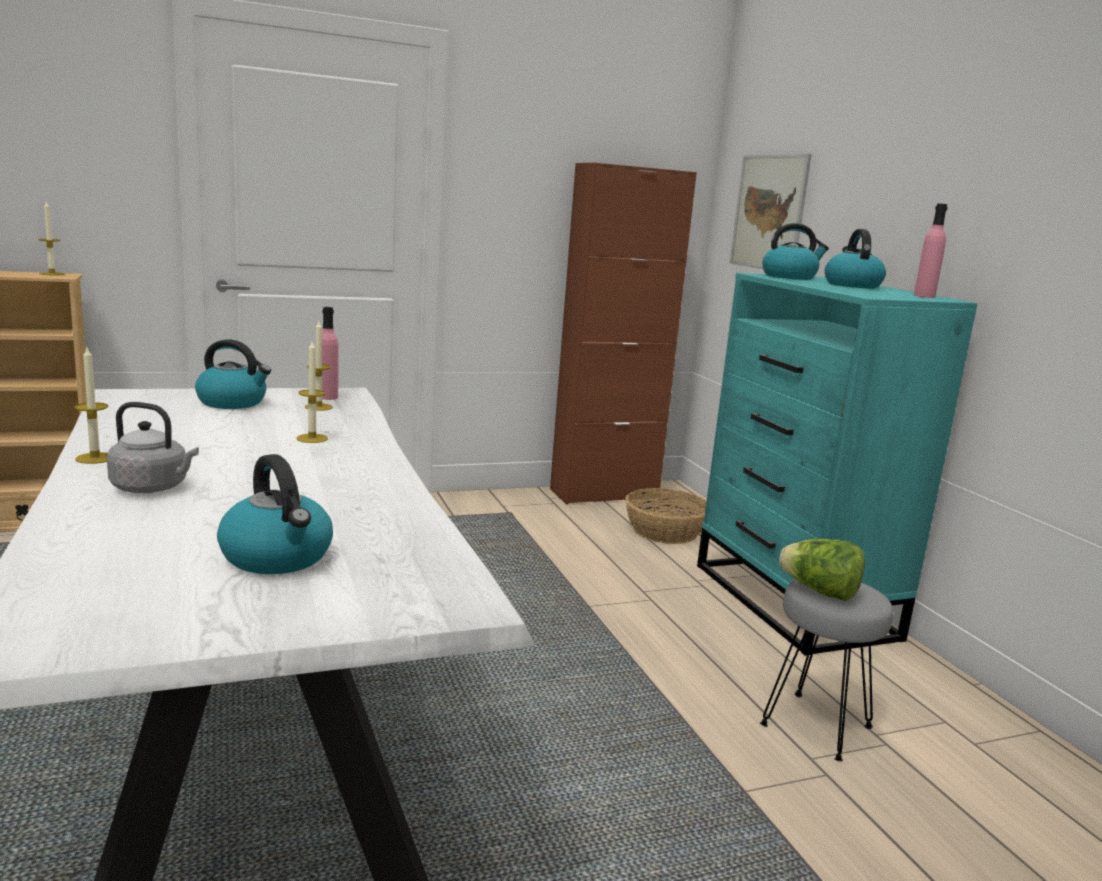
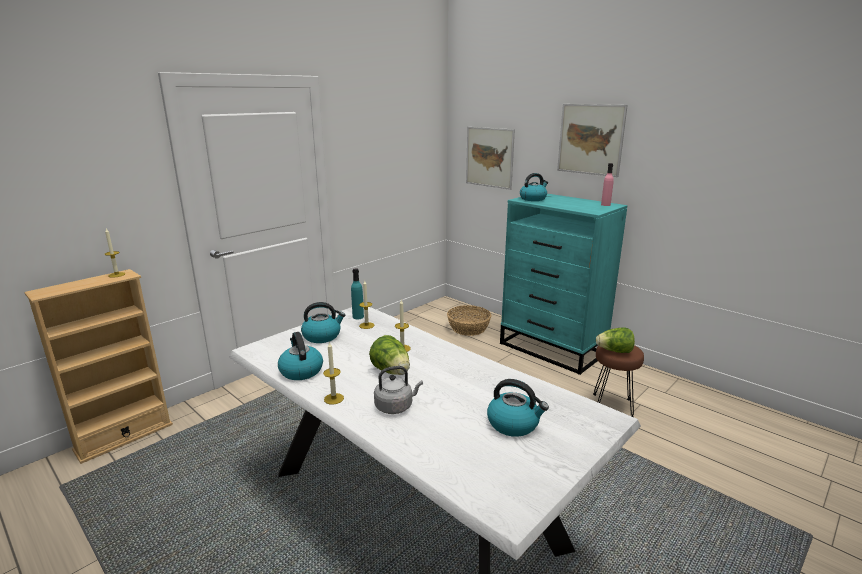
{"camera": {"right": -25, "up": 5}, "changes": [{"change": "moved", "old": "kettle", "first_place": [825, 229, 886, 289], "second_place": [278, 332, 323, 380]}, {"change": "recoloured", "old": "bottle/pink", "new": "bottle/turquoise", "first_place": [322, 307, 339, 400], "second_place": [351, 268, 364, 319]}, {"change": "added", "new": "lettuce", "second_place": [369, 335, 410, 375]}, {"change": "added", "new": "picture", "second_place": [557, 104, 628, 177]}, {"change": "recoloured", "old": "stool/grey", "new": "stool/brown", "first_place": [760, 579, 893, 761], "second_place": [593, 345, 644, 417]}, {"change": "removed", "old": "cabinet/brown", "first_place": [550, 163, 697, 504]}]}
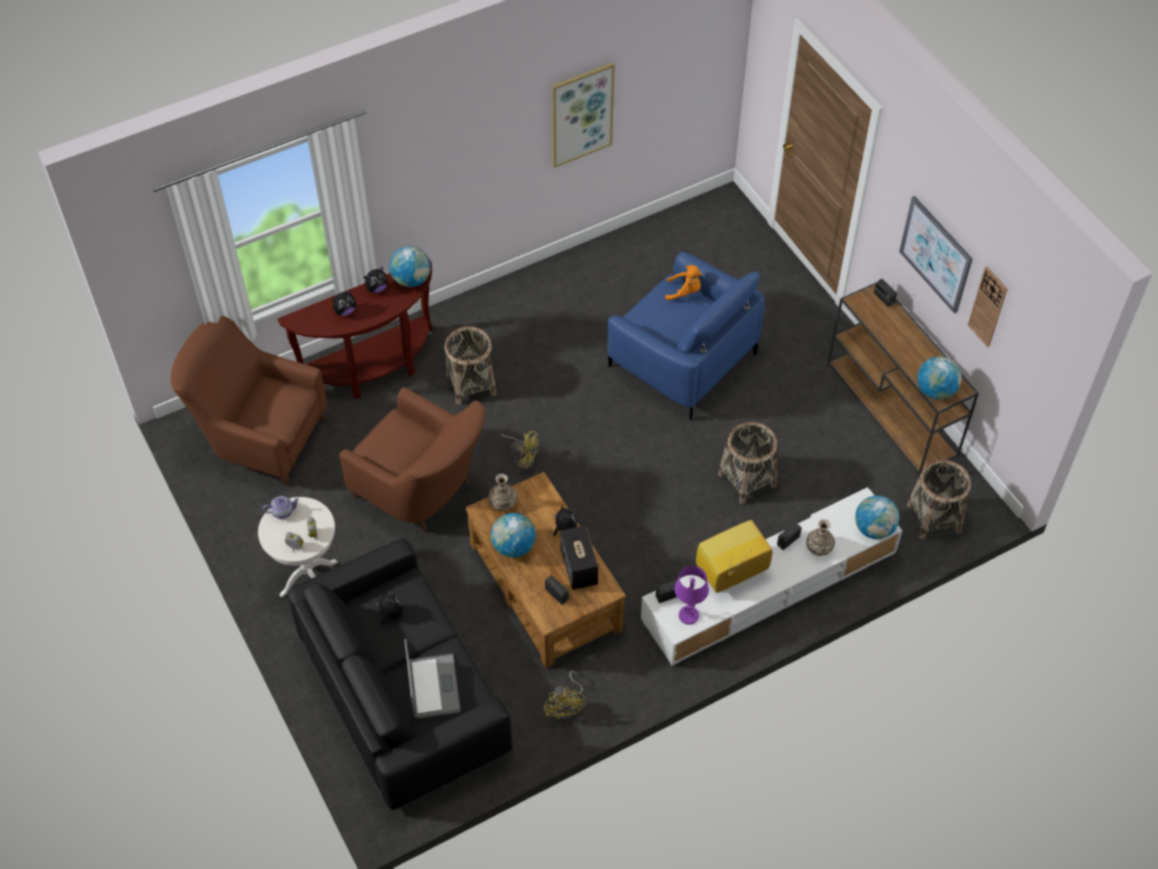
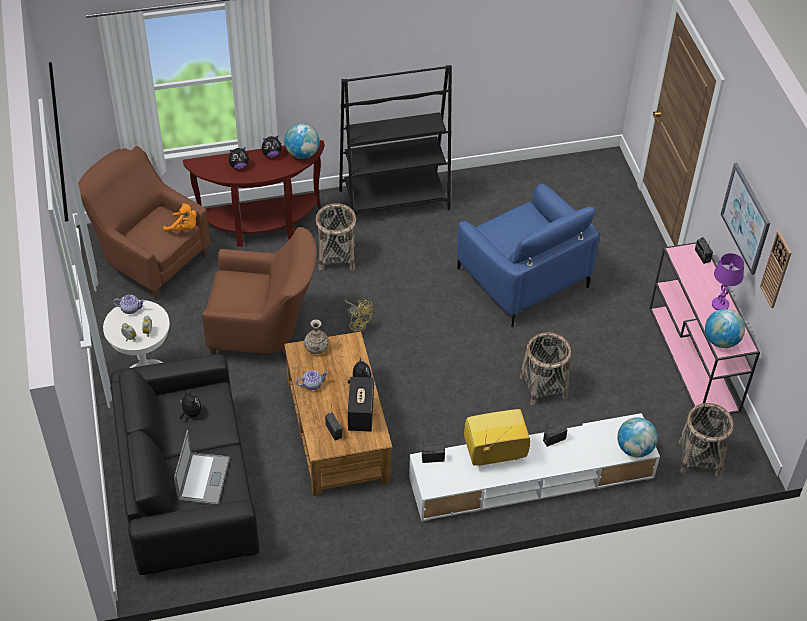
{"camera": {"right": 15, "up": -5}, "changes": [{"change": "moved", "old": "plush toy/orange", "first_place": [665, 265, 702, 301], "second_place": [163, 203, 197, 232]}, {"change": "turned", "old": "armchair/brown", "first_place": [339, 387, 485, 532], "second_place": [202, 227, 317, 358], "degrees": -45}, {"change": "replaced", "old": "globe", "new": "teapot", "first_place": [491, 513, 536, 558], "second_place": [296, 370, 328, 390]}, {"change": "added", "new": "bookcase/black", "second_place": [339, 65, 452, 215]}, {"change": "recoloured", "old": "console table/brown", "new": "console table/pink", "first_place": [828, 283, 979, 475], "second_place": [649, 242, 760, 414]}, {"change": "moved", "old": "table lamp/purple", "first_place": [675, 566, 709, 625], "second_place": [712, 253, 744, 310]}, {"change": "removed", "old": "fan/yellow", "first_place": [544, 671, 586, 721]}, {"change": "removed", "old": "picture", "first_place": [551, 62, 615, 168]}, {"change": "removed", "old": "vase", "first_place": [806, 519, 835, 556]}]}
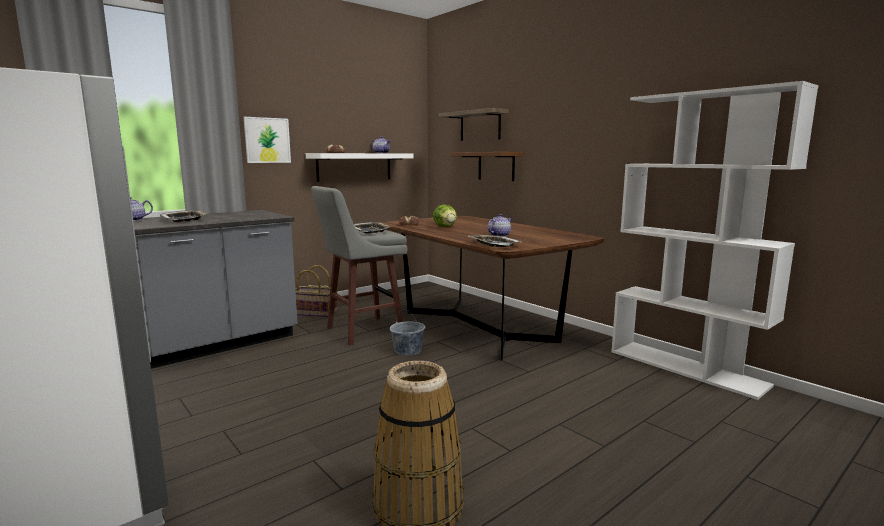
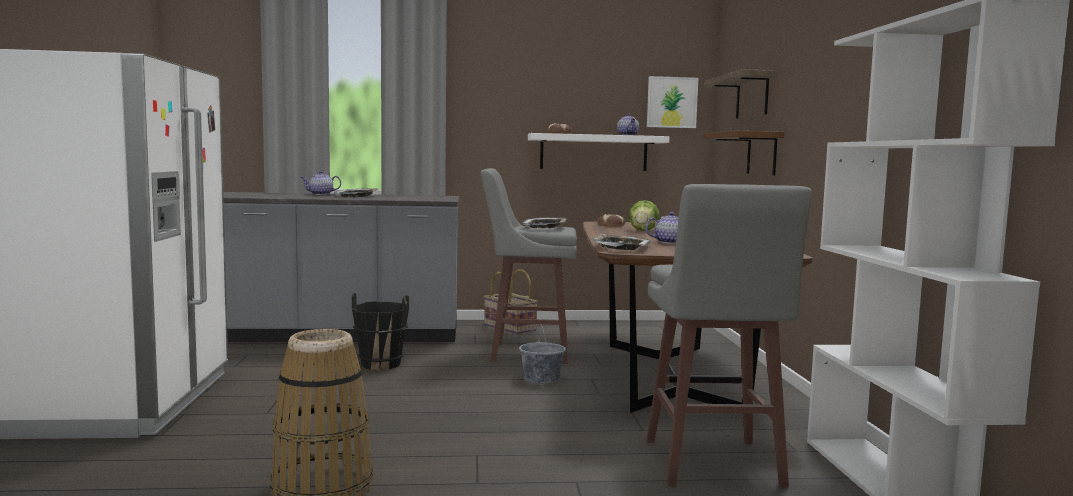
{"camera": {"right": 35, "up": -5}, "changes": [{"change": "added", "new": "bucket/black", "second_place": [352, 293, 409, 370]}, {"change": "moved", "old": "picture", "first_place": [244, 117, 291, 163], "second_place": [647, 76, 698, 128]}, {"change": "added", "new": "stool/grey", "second_place": [647, 184, 812, 487]}]}
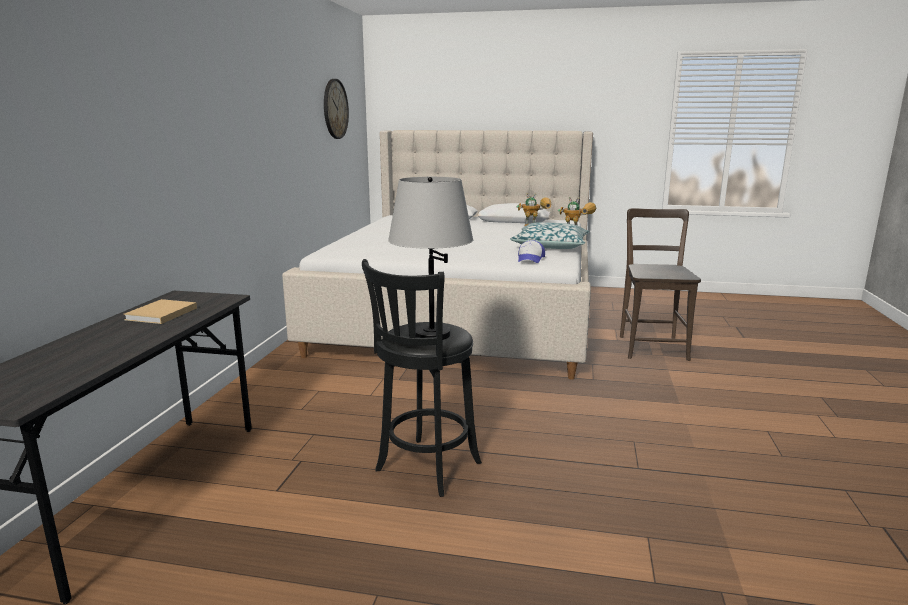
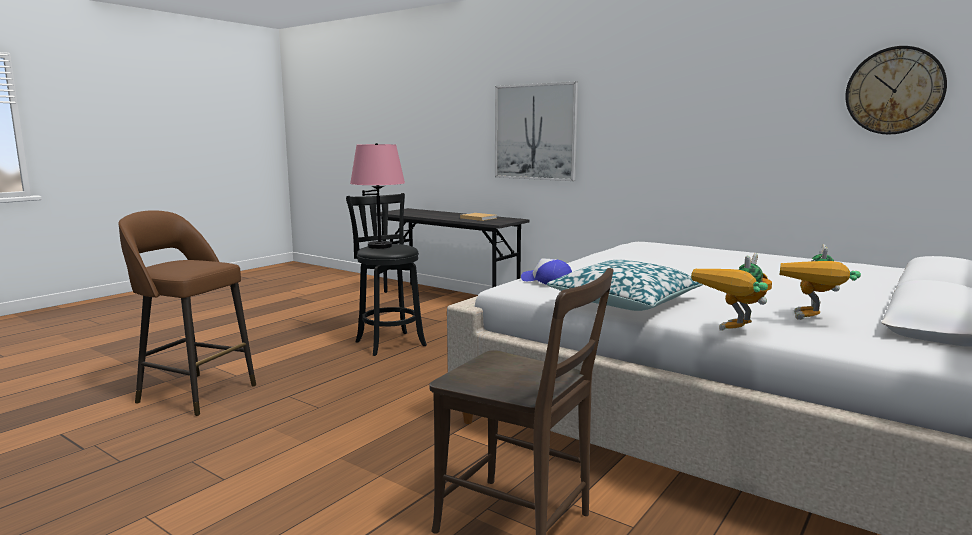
{"camera": {"right": 115, "up": -5}, "changes": [{"change": "added", "new": "stool/brown", "second_place": [118, 210, 256, 416]}, {"change": "recoloured", "old": "table lamp/grey", "new": "table lamp/pink", "first_place": [388, 177, 473, 340], "second_place": [350, 143, 405, 249]}, {"change": "added", "new": "picture", "second_place": [495, 82, 578, 181]}]}
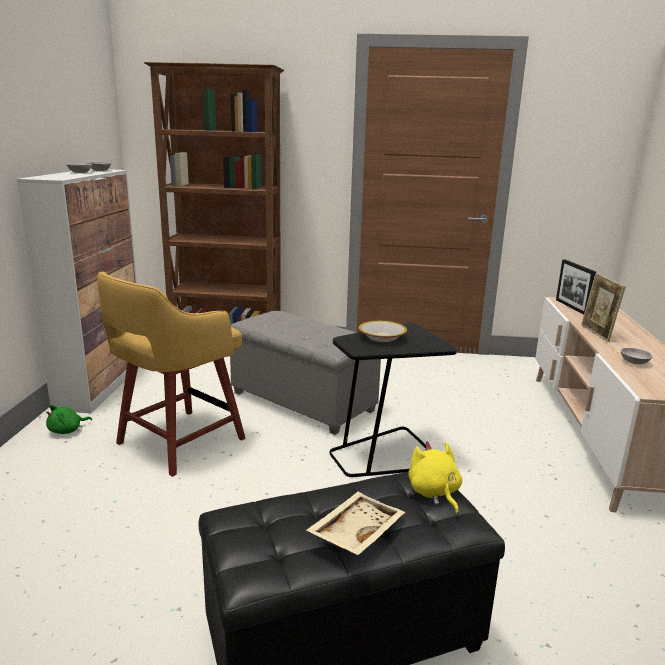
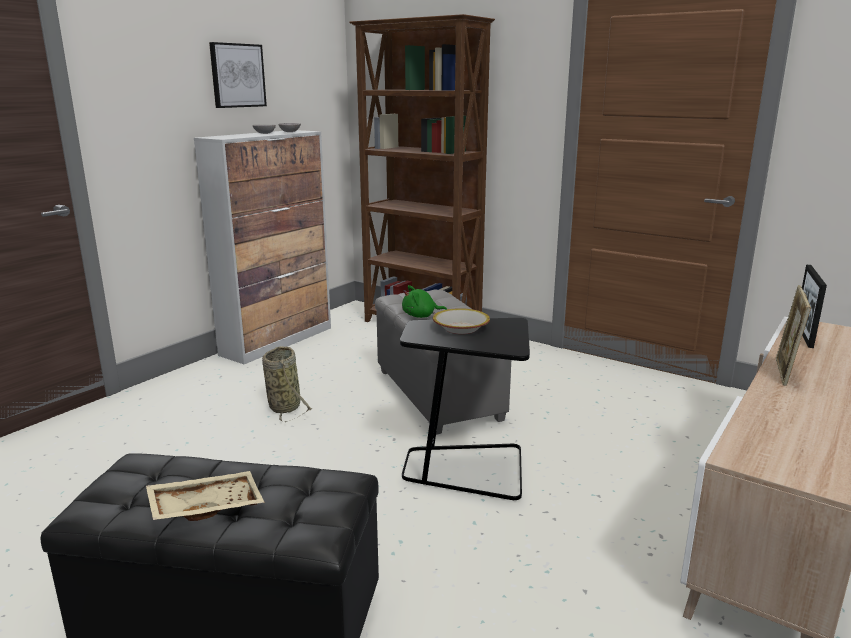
{"camera": {"right": 30, "up": 0}, "changes": [{"change": "added", "new": "picture", "second_place": [209, 42, 267, 108]}, {"change": "replaced", "old": "stool/yellow", "new": "basket", "first_place": [97, 272, 246, 477], "second_place": [262, 346, 312, 422]}, {"change": "moved", "old": "plush toy/green", "first_place": [46, 405, 92, 434], "second_place": [402, 285, 447, 318]}, {"change": "removed", "old": "plush toy/yellow", "first_place": [408, 441, 462, 514]}, {"change": "removed", "old": "bowl/grey", "first_place": [621, 348, 653, 364]}]}
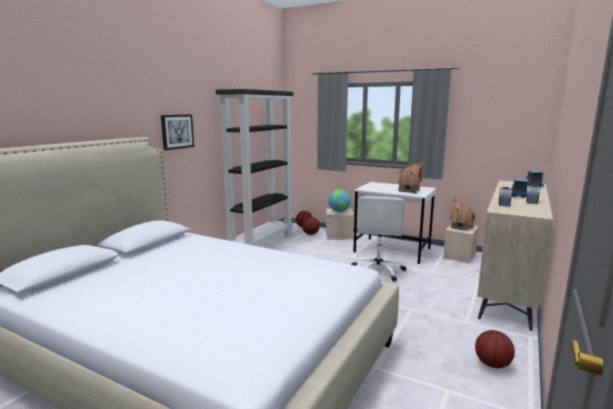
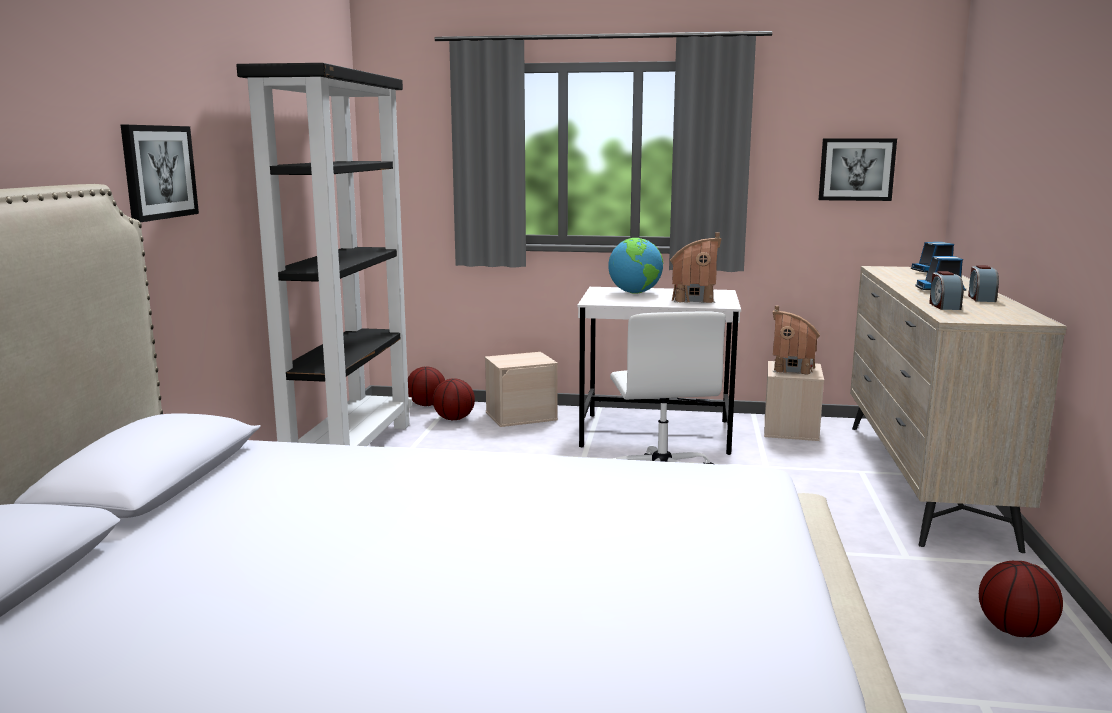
{"camera": {"right": -20, "up": 0}, "changes": [{"change": "moved", "old": "globe", "first_place": [328, 189, 351, 212], "second_place": [608, 238, 663, 294]}, {"change": "added", "new": "picture", "second_place": [819, 138, 897, 201]}]}
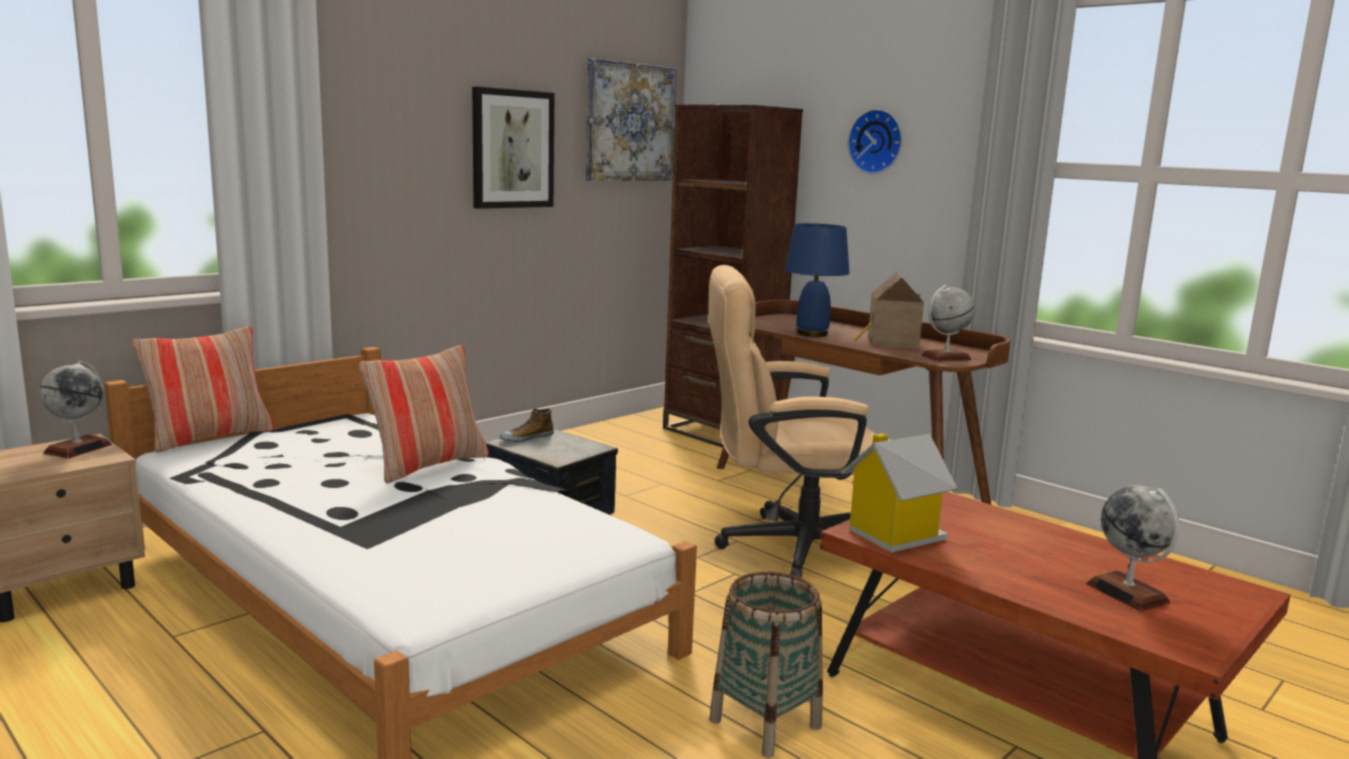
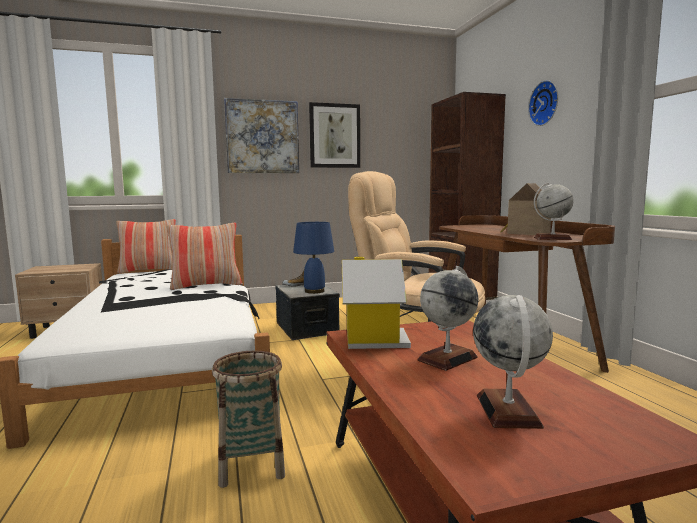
{"camera": {"right": 30, "up": -5}, "changes": [{"change": "moved", "old": "picture", "first_place": [586, 58, 676, 181], "second_place": [224, 98, 299, 173]}, {"change": "moved", "old": "table lamp/blue", "first_place": [785, 223, 850, 337], "second_place": [293, 222, 334, 294]}, {"change": "moved", "old": "globe", "first_place": [39, 360, 112, 458], "second_place": [418, 266, 478, 371]}]}
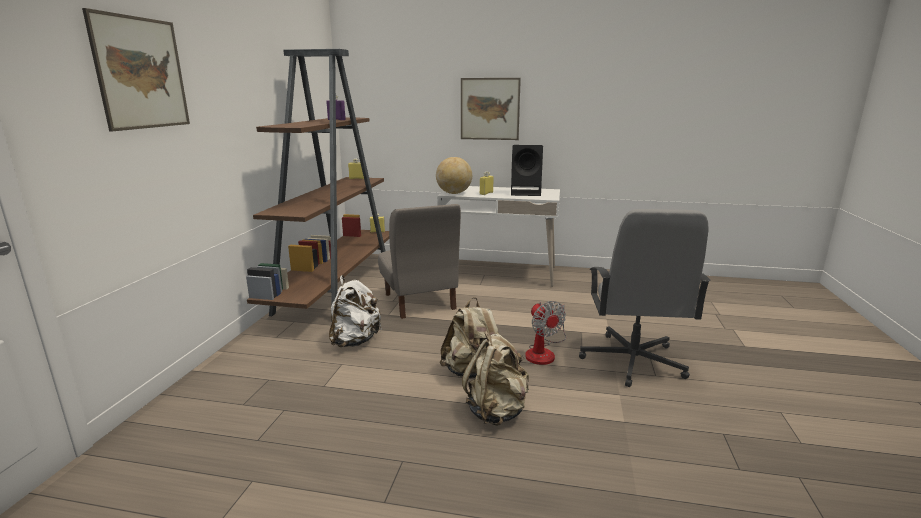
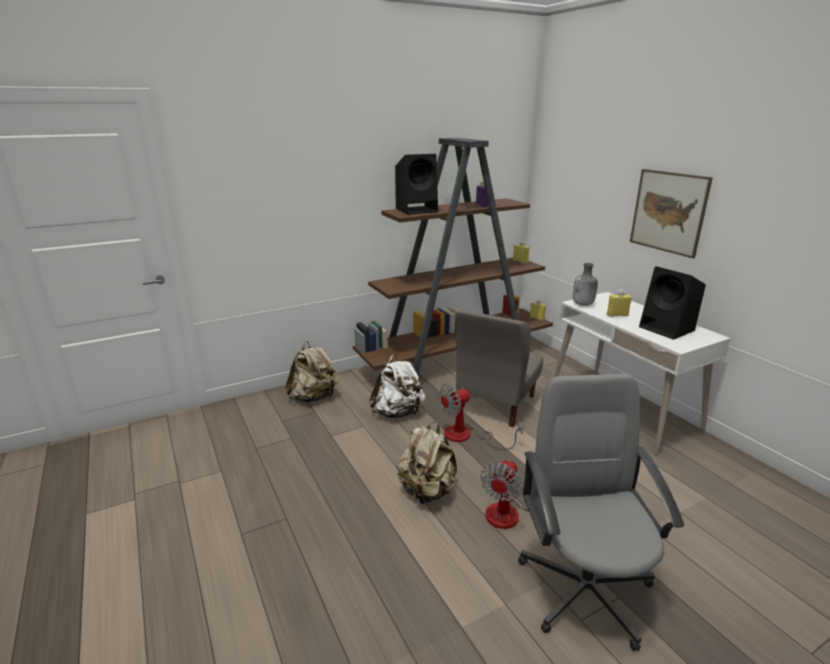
{"camera": {"right": 50, "up": 5}, "changes": [{"change": "moved", "old": "backpack/beige", "first_place": [462, 331, 529, 426], "second_place": [285, 341, 339, 402]}, {"change": "added", "new": "speaker/black", "second_place": [395, 154, 438, 215]}, {"change": "added", "new": "fan", "second_place": [438, 384, 524, 450]}, {"change": "turned", "old": "office chair/grey", "first_place": [579, 209, 711, 387], "second_place": [518, 373, 684, 651], "degrees": 120}, {"change": "replaced", "old": "globe", "new": "bottle/grey", "first_place": [436, 157, 472, 194], "second_place": [573, 263, 598, 306]}, {"change": "removed", "old": "picture", "first_place": [82, 8, 190, 131]}]}
